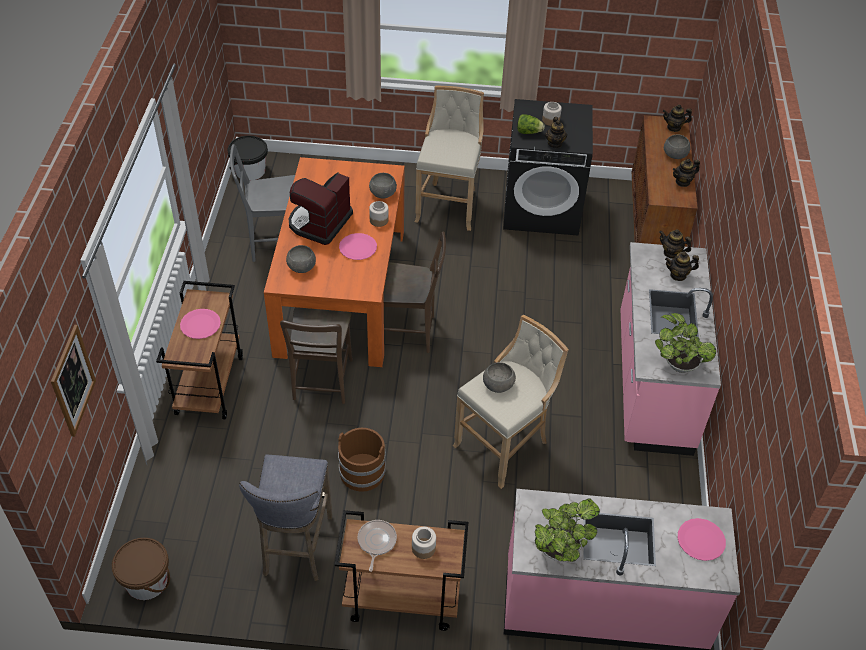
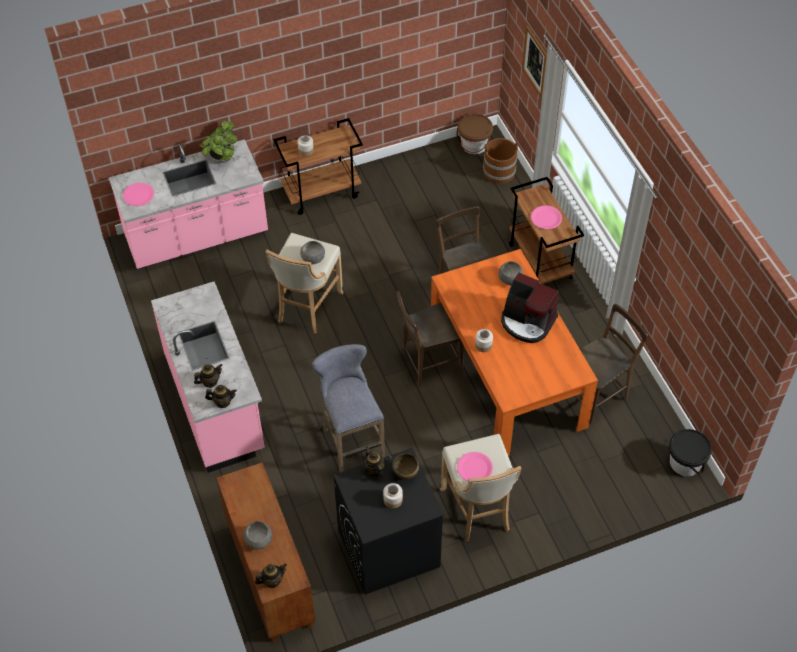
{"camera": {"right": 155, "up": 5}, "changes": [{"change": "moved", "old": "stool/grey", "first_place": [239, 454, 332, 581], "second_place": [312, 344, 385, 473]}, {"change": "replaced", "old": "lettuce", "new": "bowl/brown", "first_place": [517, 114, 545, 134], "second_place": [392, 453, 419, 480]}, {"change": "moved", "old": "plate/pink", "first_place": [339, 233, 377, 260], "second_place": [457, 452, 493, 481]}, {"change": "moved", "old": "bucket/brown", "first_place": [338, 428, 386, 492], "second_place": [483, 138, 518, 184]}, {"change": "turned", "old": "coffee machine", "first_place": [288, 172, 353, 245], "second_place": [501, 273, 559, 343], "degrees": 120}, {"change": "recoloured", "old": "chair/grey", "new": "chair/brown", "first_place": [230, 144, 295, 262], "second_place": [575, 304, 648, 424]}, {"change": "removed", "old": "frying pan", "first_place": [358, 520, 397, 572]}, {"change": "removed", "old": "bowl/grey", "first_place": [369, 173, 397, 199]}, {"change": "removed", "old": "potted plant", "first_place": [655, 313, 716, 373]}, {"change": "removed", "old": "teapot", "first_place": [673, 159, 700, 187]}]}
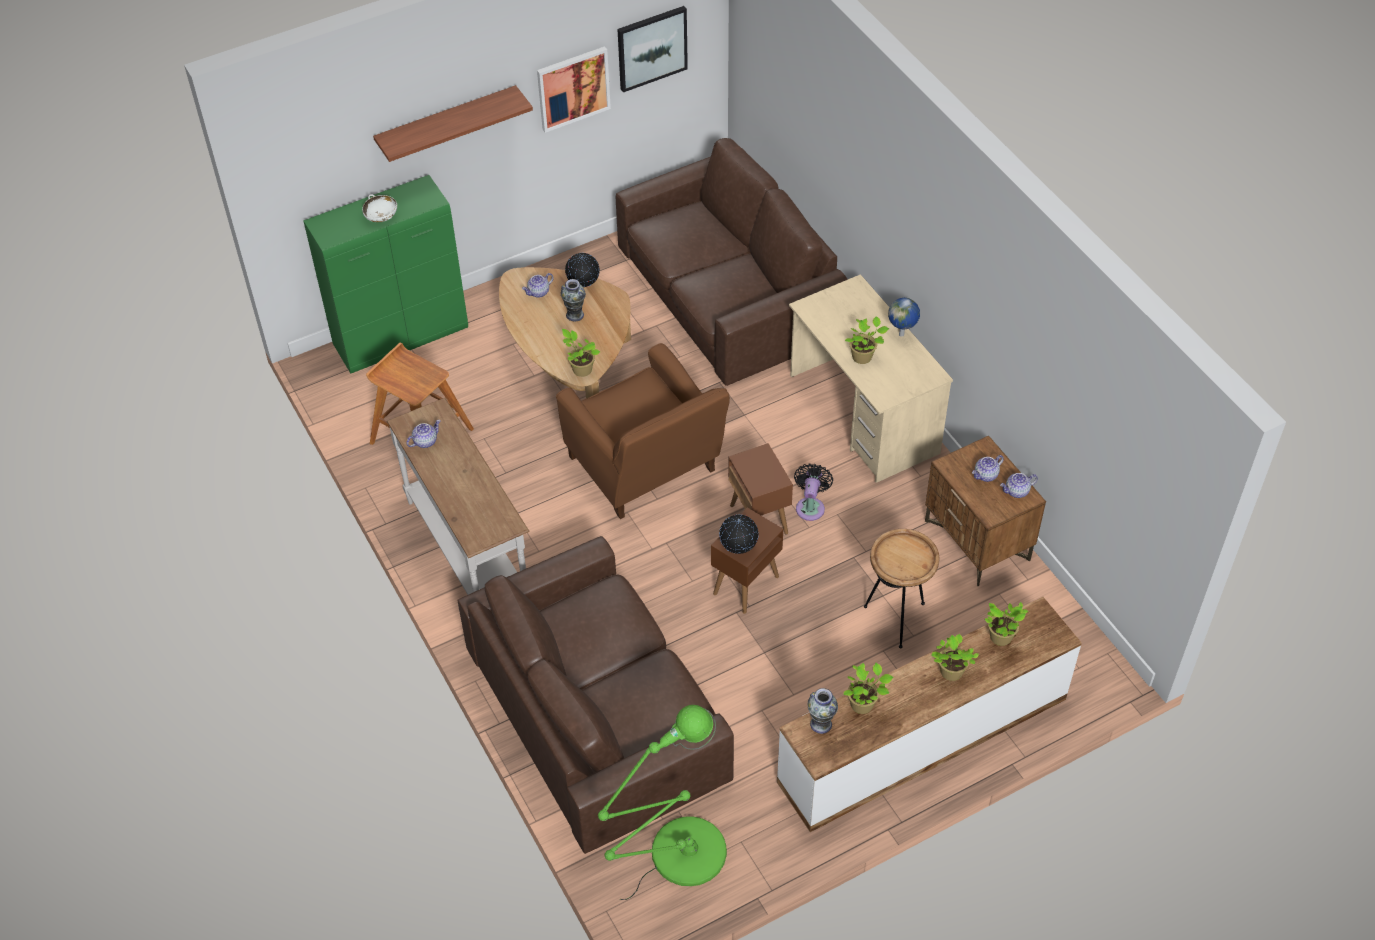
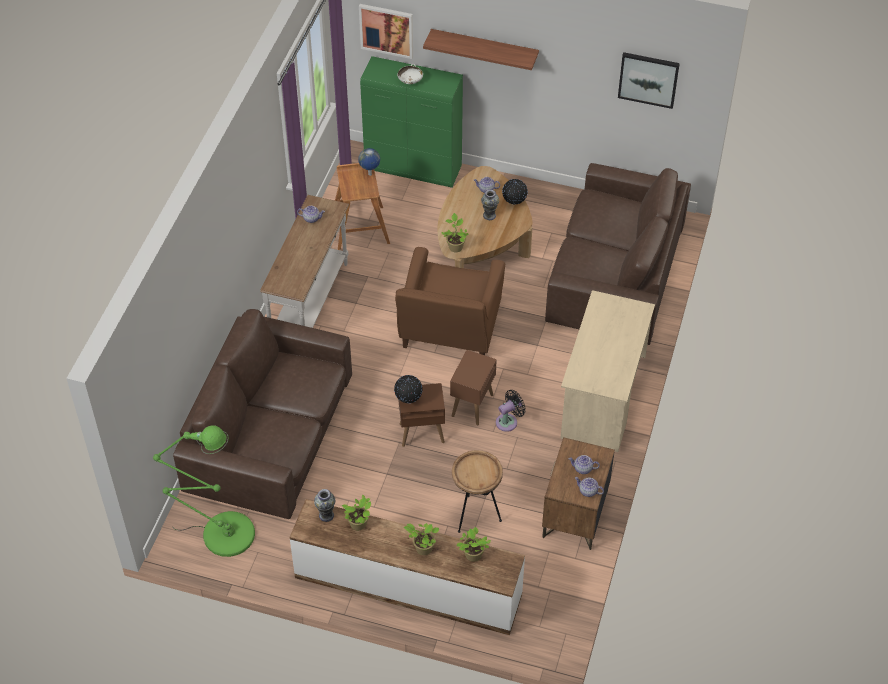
{"camera": {"right": 45, "up": 0}, "changes": [{"change": "moved", "old": "globe", "first_place": [888, 298, 920, 337], "second_place": [358, 148, 380, 176]}, {"change": "moved", "old": "picture", "first_place": [537, 46, 611, 133], "second_place": [359, 4, 413, 59]}, {"change": "removed", "old": "potted plant", "first_place": [845, 316, 889, 364]}]}
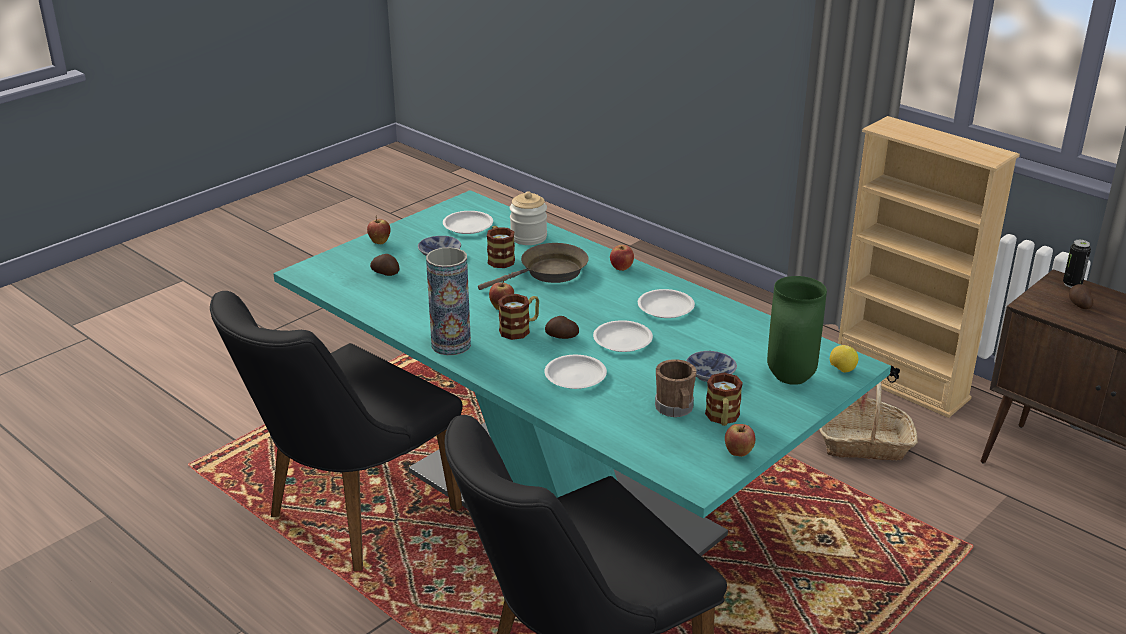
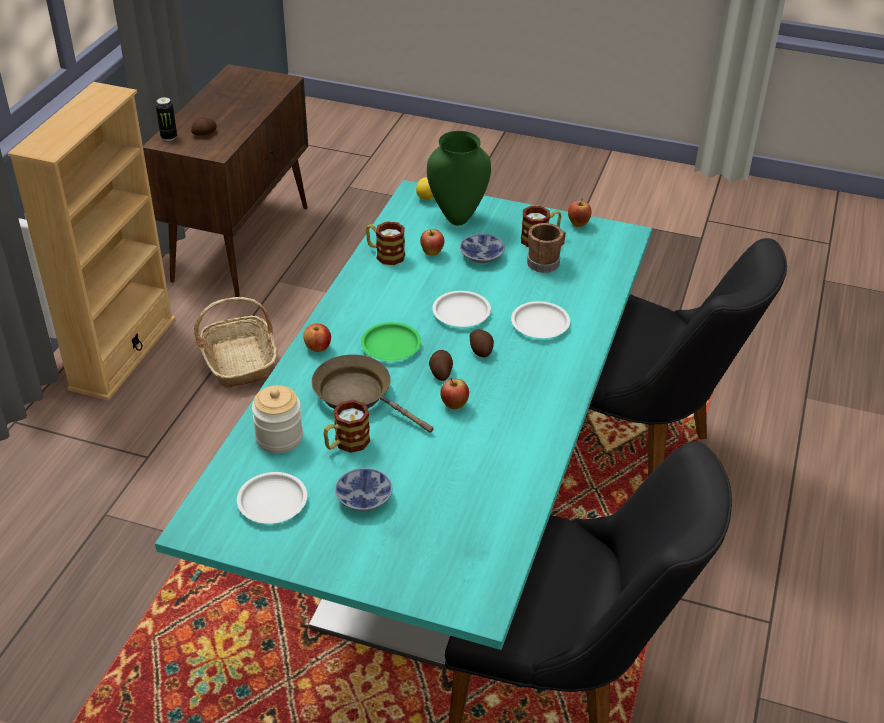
{"camera": {"right": -115, "up": 10}, "changes": [{"change": "added", "new": "plate/green", "second_place": [361, 322, 421, 361]}, {"change": "moved", "old": "mug", "first_place": [498, 294, 539, 340], "second_place": [366, 222, 405, 265]}, {"change": "moved", "old": "apple", "first_place": [367, 216, 391, 244], "second_place": [420, 229, 444, 256]}, {"change": "moved", "old": "potato", "first_place": [370, 254, 399, 276], "second_place": [429, 350, 453, 381]}, {"change": "removed", "old": "vase", "first_place": [426, 247, 471, 355]}, {"change": "removed", "old": "plate/white", "first_place": [638, 289, 695, 318]}]}
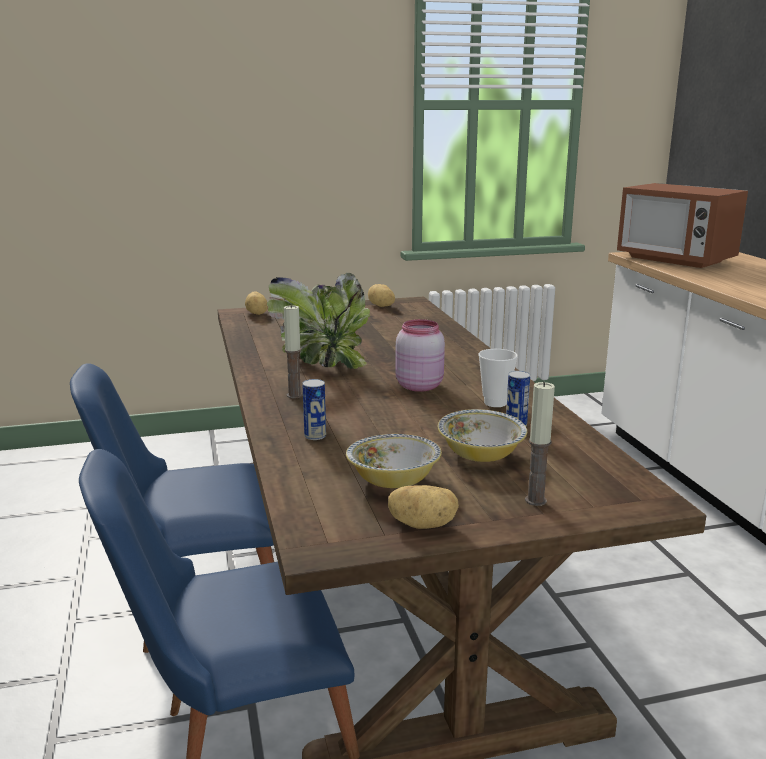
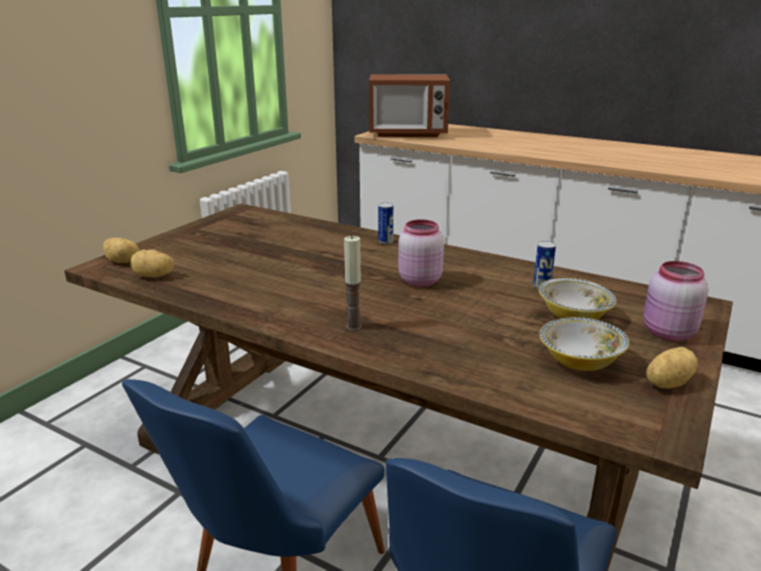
{"camera": {"right": -45, "up": 5}, "changes": [{"change": "moved", "old": "potato", "first_place": [368, 284, 395, 307], "second_place": [131, 250, 174, 277]}, {"change": "moved", "old": "can", "first_place": [302, 379, 326, 440], "second_place": [378, 203, 393, 244]}, {"change": "replaced", "old": "candle", "new": "jar/pink", "first_place": [525, 382, 555, 506], "second_place": [643, 261, 708, 341]}, {"change": "removed", "old": "potted plant", "first_place": [267, 273, 370, 369]}, {"change": "removed", "old": "cup", "first_place": [478, 349, 518, 407]}]}
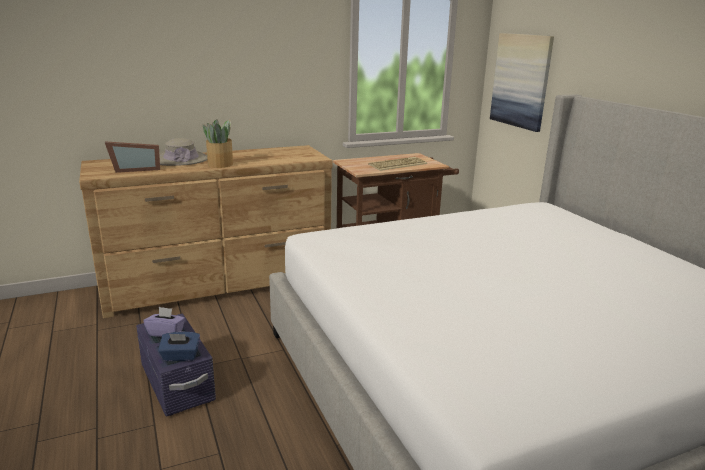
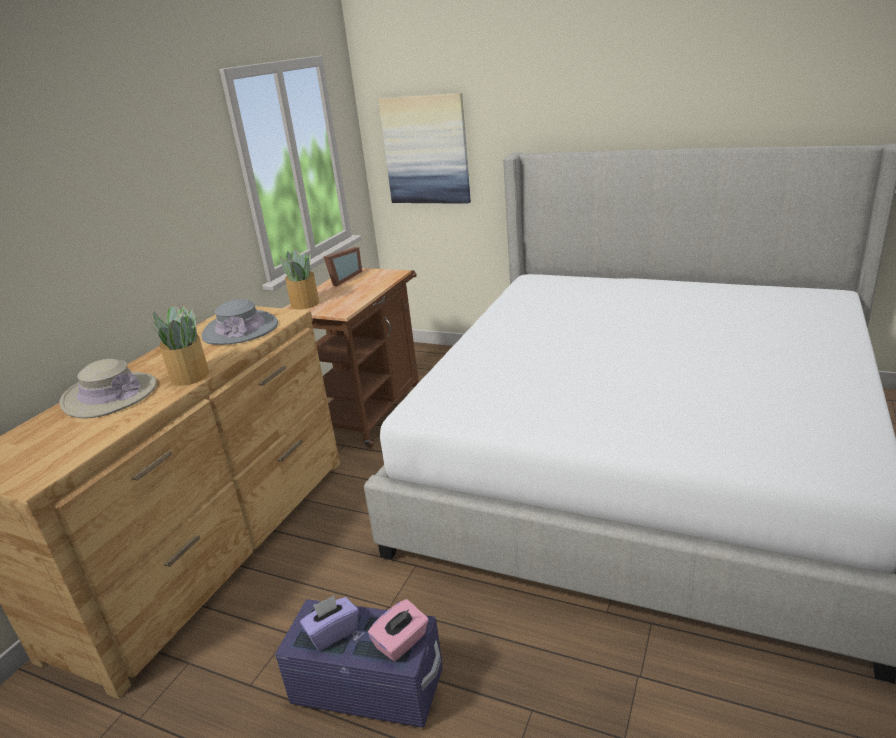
{"camera": {"right": -40, "up": 5}, "changes": [{"change": "added", "new": "hat/grey", "second_place": [201, 299, 278, 345]}, {"change": "added", "new": "potted plant", "second_place": [280, 250, 319, 309]}, {"change": "moved", "old": "picture frame", "first_place": [105, 141, 160, 173], "second_place": [324, 247, 362, 286]}, {"change": "recoloured", "old": "tissue box/blue", "new": "tissue box/pink", "first_place": [158, 331, 200, 361], "second_place": [368, 599, 429, 662]}, {"change": "removed", "old": "keyboard", "first_place": [368, 157, 427, 171]}]}
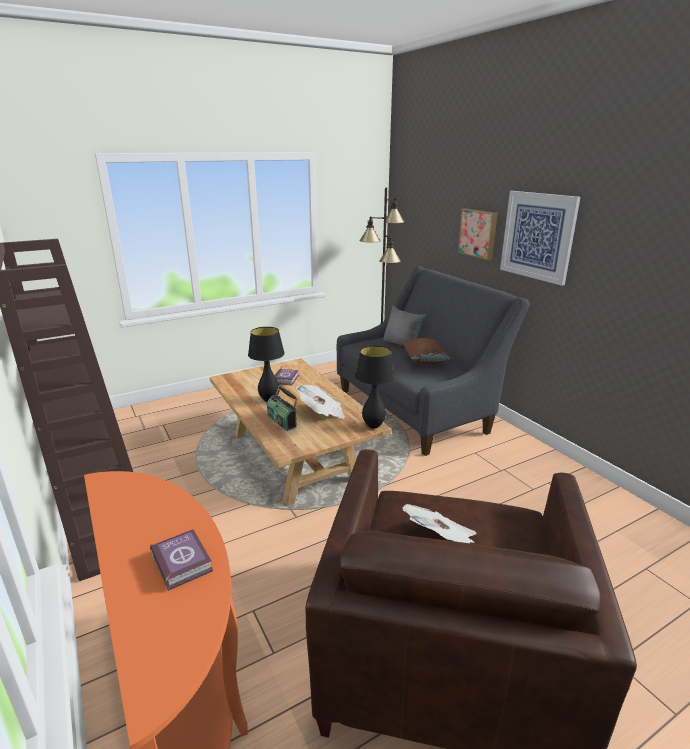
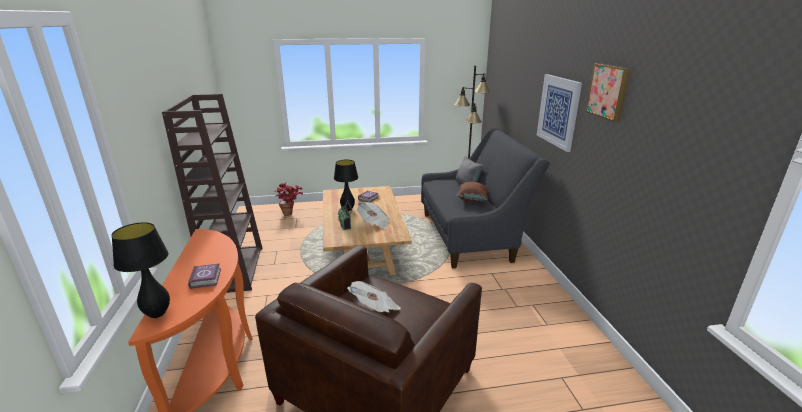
{"camera": {"right": 20, "up": 0}, "changes": [{"change": "moved", "old": "table lamp/black", "first_place": [355, 346, 395, 429], "second_place": [111, 222, 170, 318]}, {"change": "added", "new": "potted plant", "second_place": [274, 182, 303, 216]}, {"change": "moved", "old": "picture", "first_place": [458, 208, 498, 261], "second_place": [586, 63, 631, 122]}]}
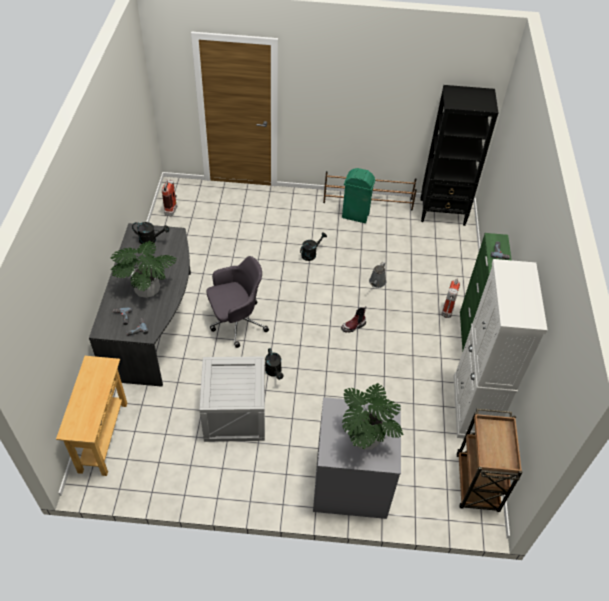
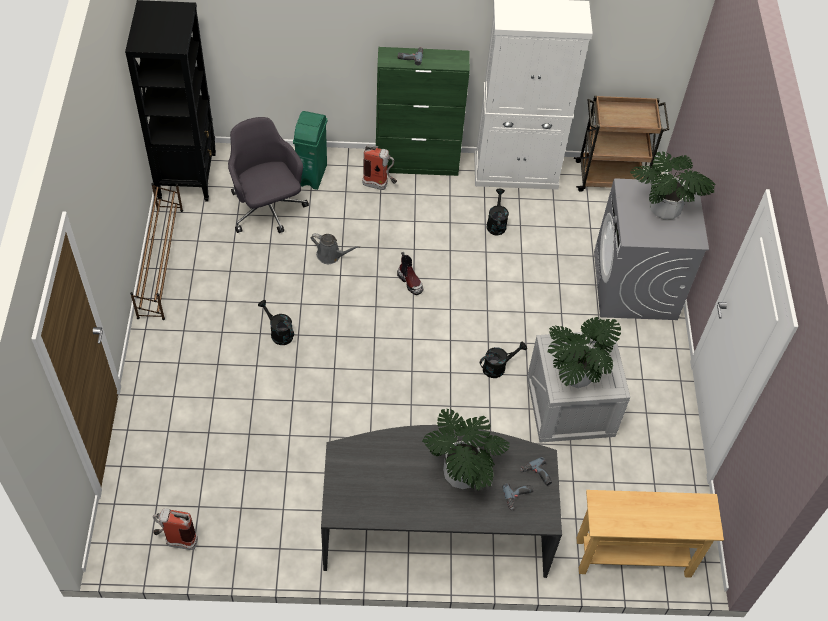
{"camera": {"right": -95, "up": 5}, "changes": [{"change": "moved", "old": "office chair/grey", "first_place": [207, 256, 269, 348], "second_place": [228, 117, 309, 233]}, {"change": "moved", "old": "trash can/green", "first_place": [342, 168, 375, 223], "second_place": [293, 111, 327, 190]}, {"change": "moved", "old": "watering can/black", "first_place": [132, 222, 169, 244], "second_place": [487, 189, 509, 235]}, {"change": "added", "new": "potted plant", "second_place": [548, 317, 621, 388]}]}
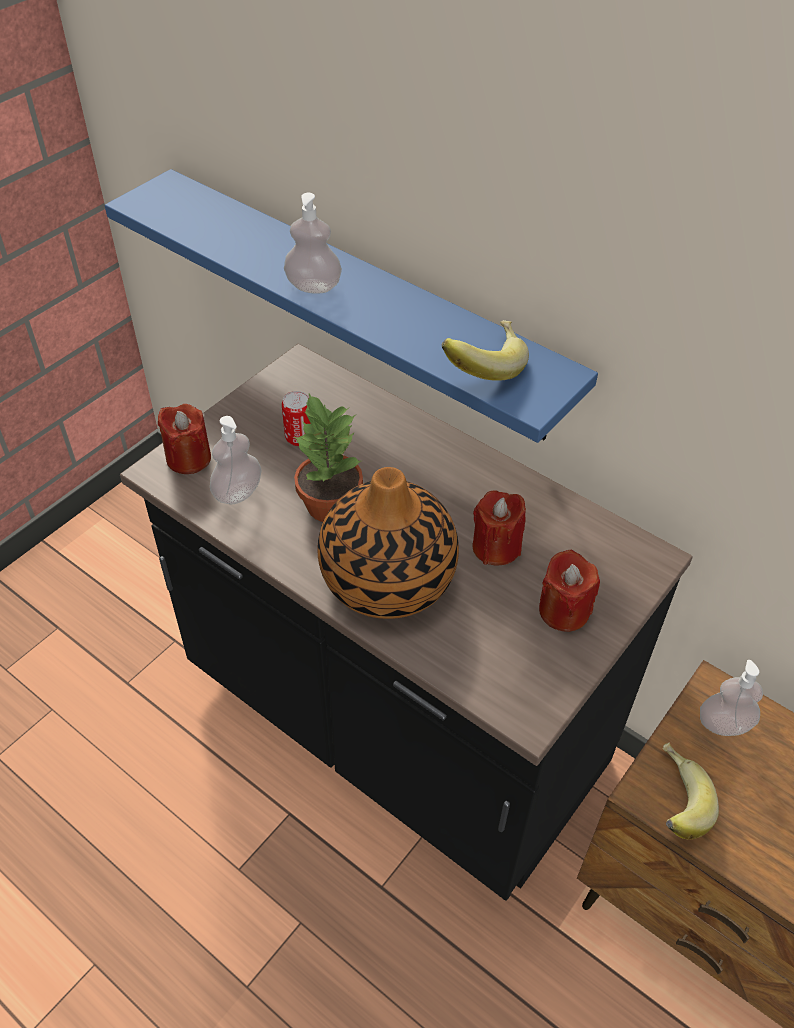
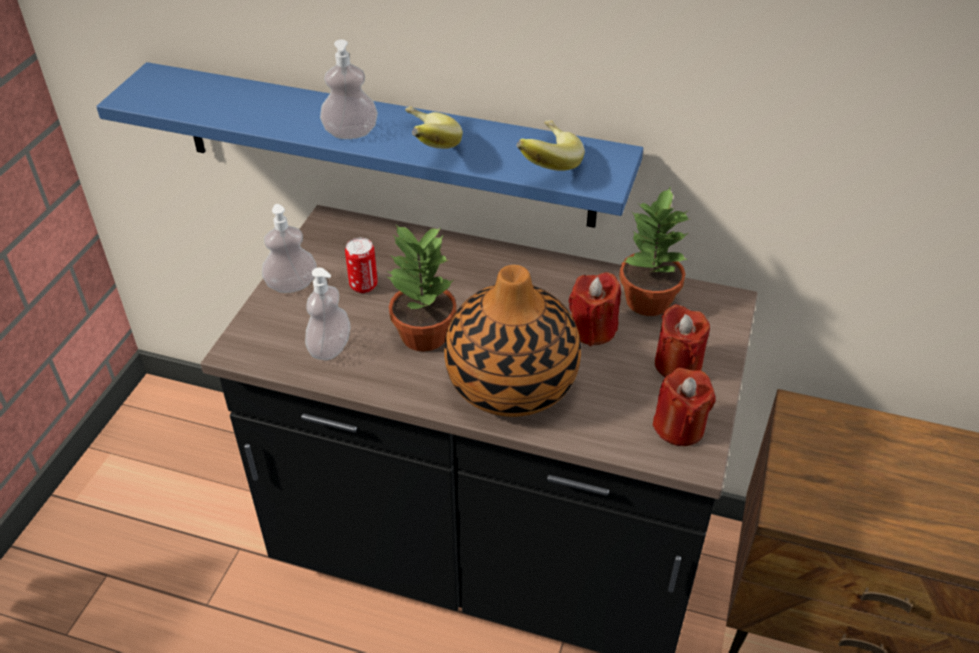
{"camera": {"right": -20, "up": -5}, "changes": [{"change": "moved", "old": "soap dispenser", "first_place": [700, 660, 763, 736], "second_place": [262, 204, 317, 293]}, {"change": "moved", "old": "banana", "first_place": [662, 743, 719, 840], "second_place": [405, 106, 463, 149]}, {"change": "added", "new": "potted plant", "second_place": [619, 186, 689, 316]}, {"change": "moved", "old": "candle/red", "first_place": [158, 404, 211, 474], "second_place": [653, 368, 716, 446]}]}
